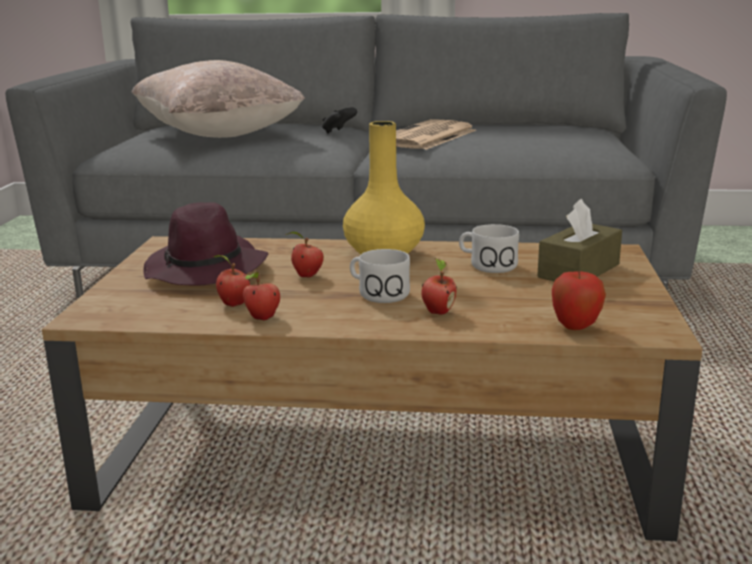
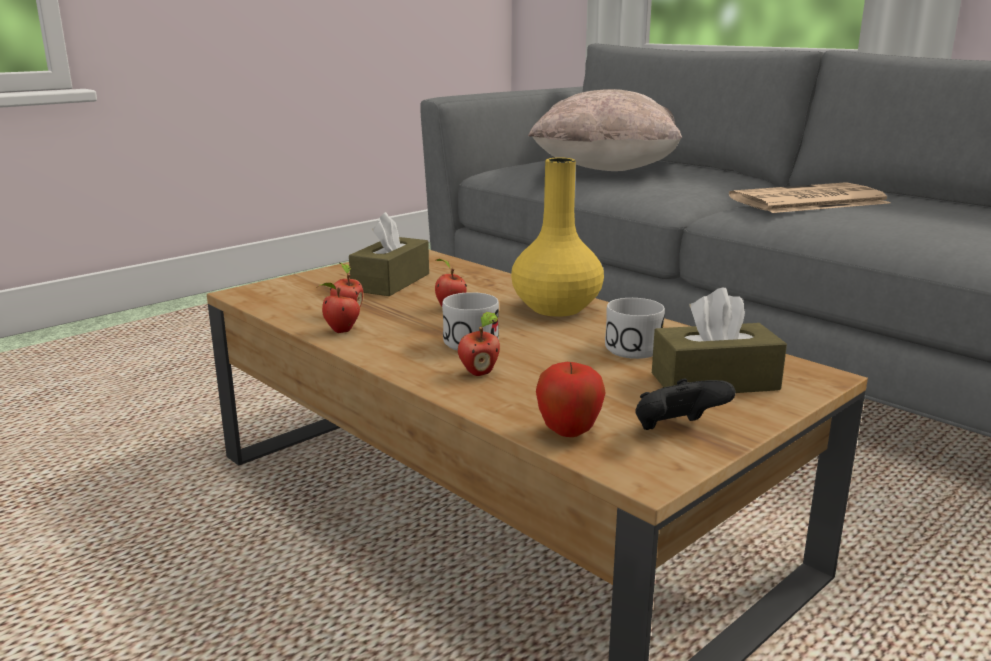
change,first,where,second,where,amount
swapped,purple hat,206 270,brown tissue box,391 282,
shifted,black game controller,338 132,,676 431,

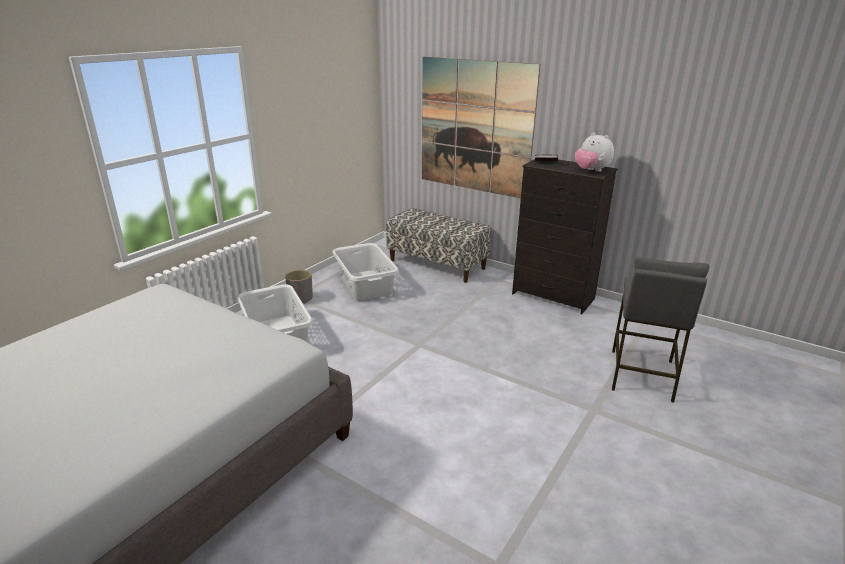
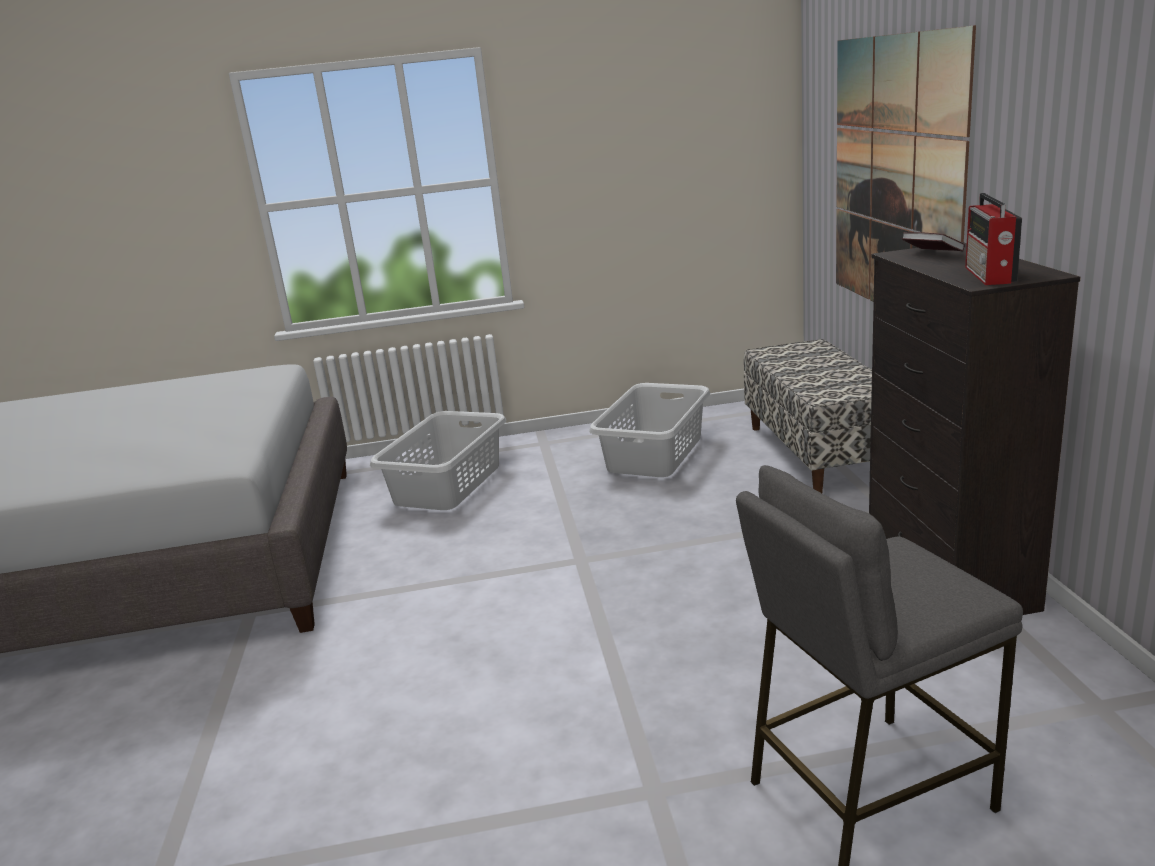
change,first,where,second,where,amount
swapped,plush toy,591 171,radio,989 275,
gone,grey planter,300 298,,,

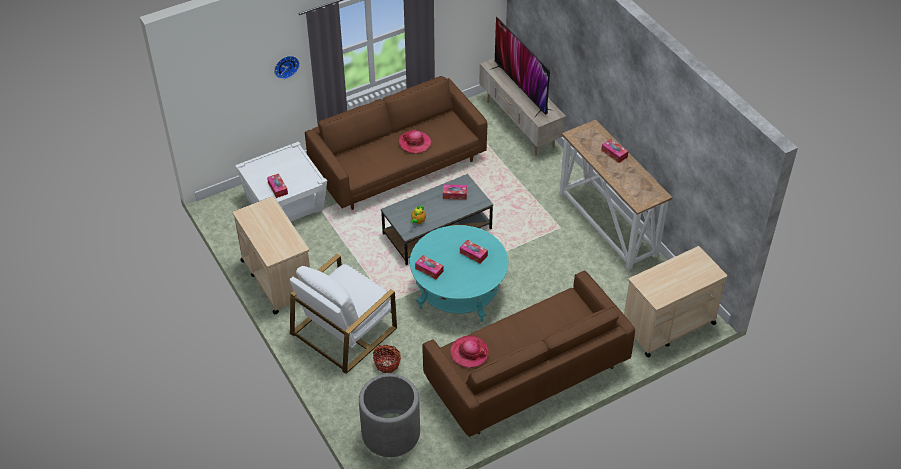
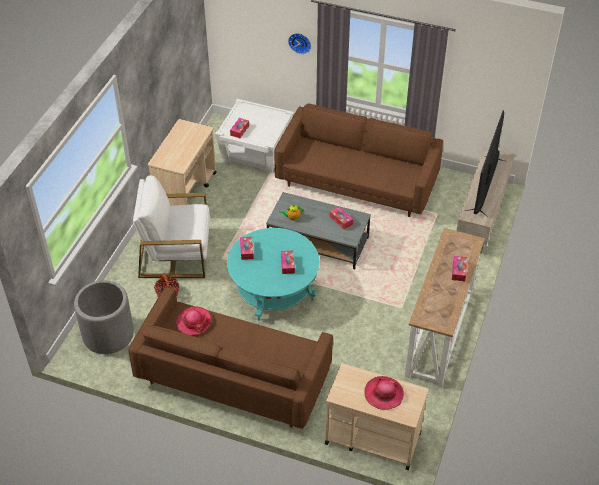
change,first,where,second,where,amount
shifted,hat,414 143,,383 394,

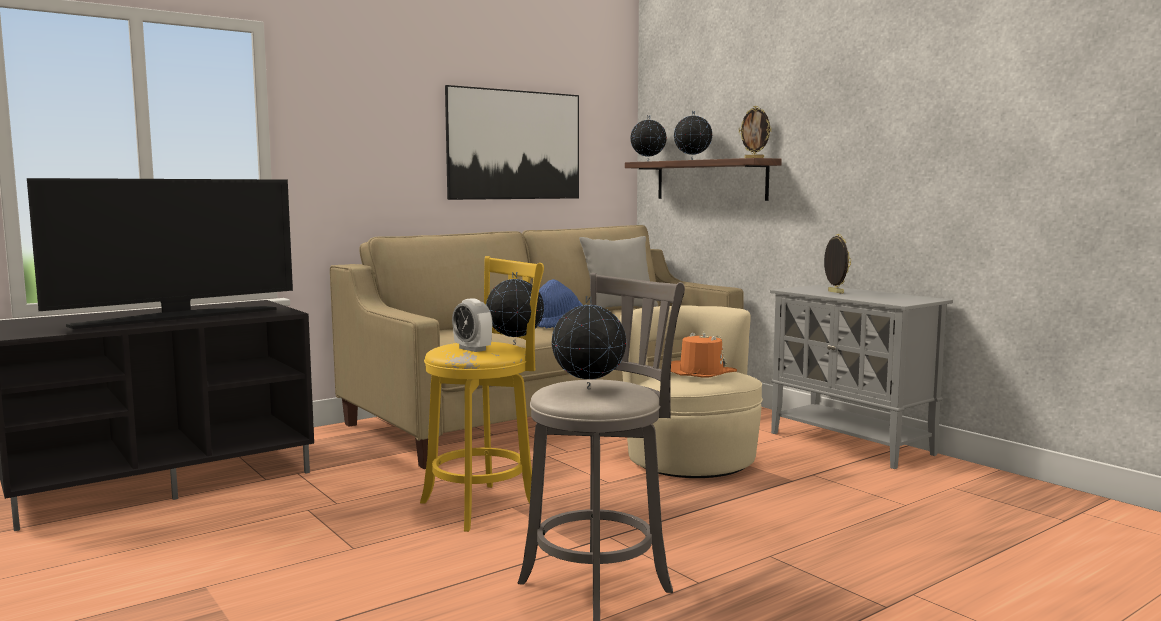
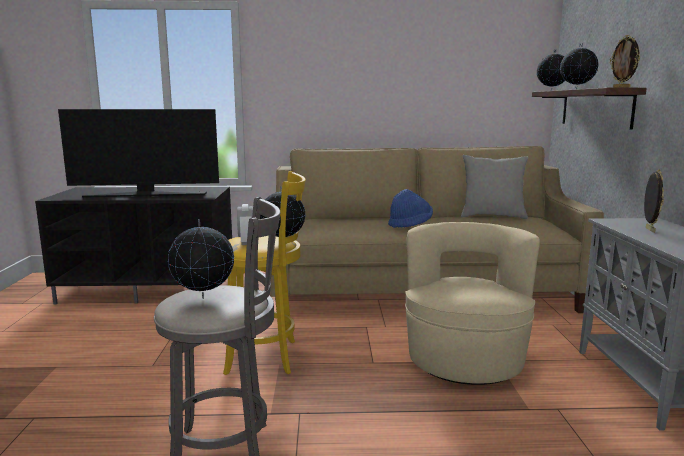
change,first,where,second,where,amount
gone,picture,515 145,,,
gone,orange hat,700 372,,,

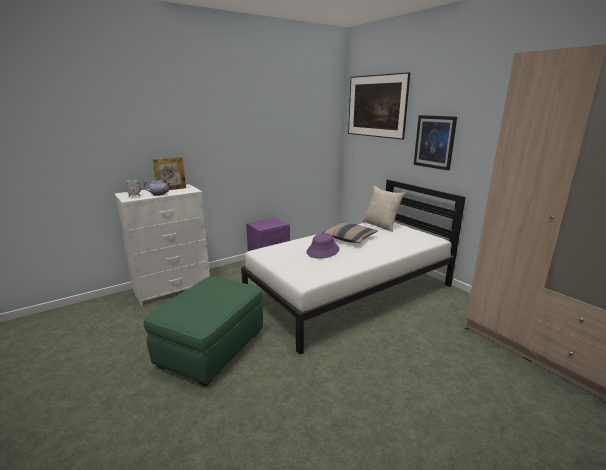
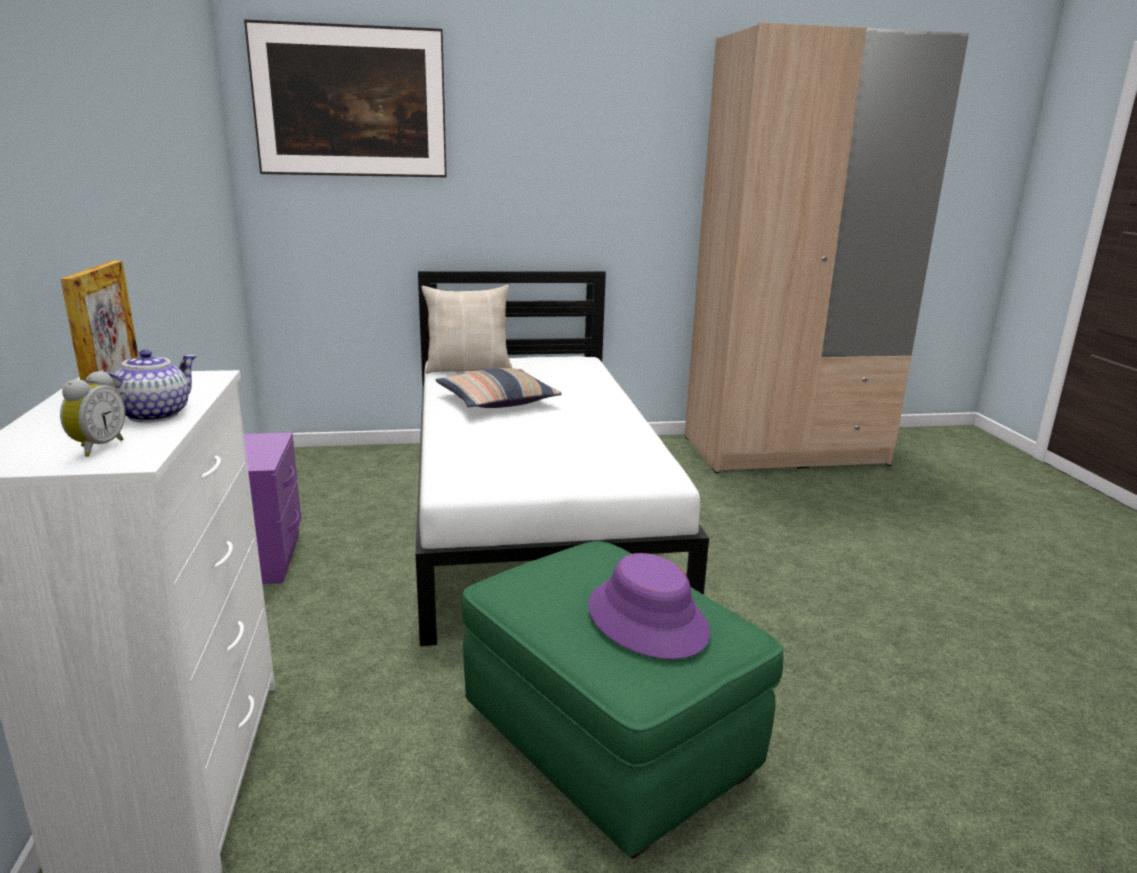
change,first,where,second,where,amount
shifted,purple hat,323 251,,648 619,
gone,picture,434 142,,,

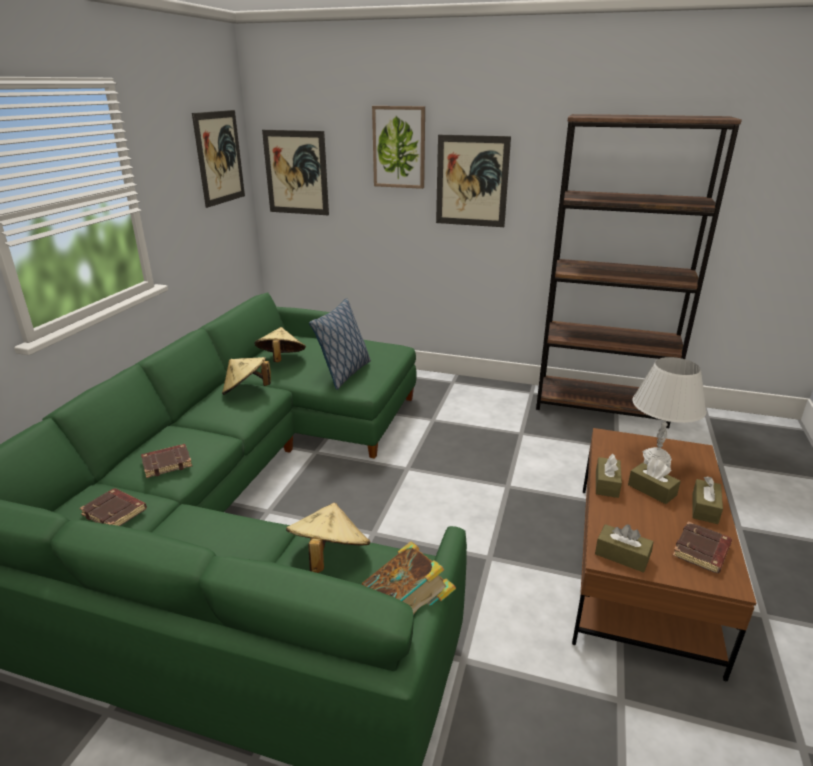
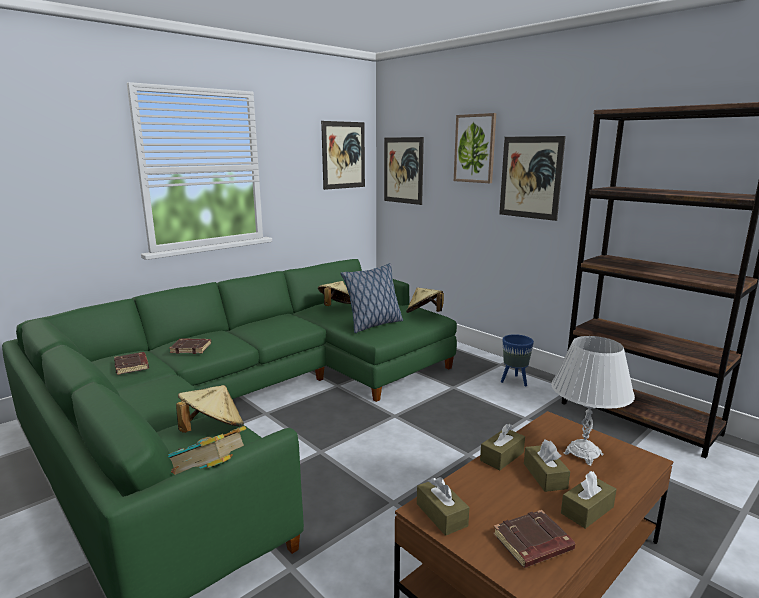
change,first,where,second,where,amount
shifted,beige hat,246 391,,424 314,
new,,,blue planter,514 381,

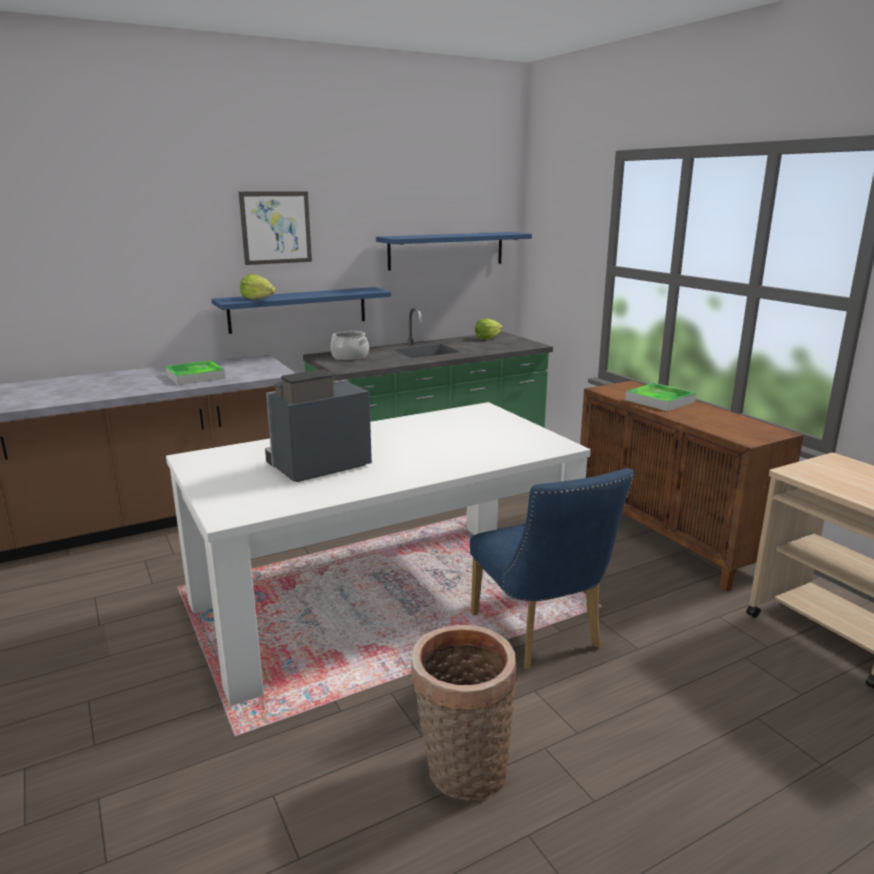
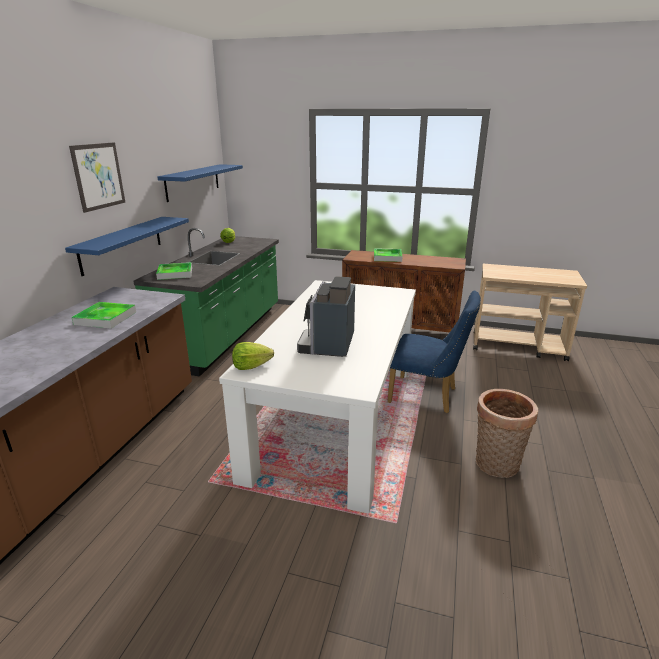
change,first,where,second,where,amount
swapped,cooking pot,350 357,tray,175 273,
shifted,lettuce,257 299,,251 366,

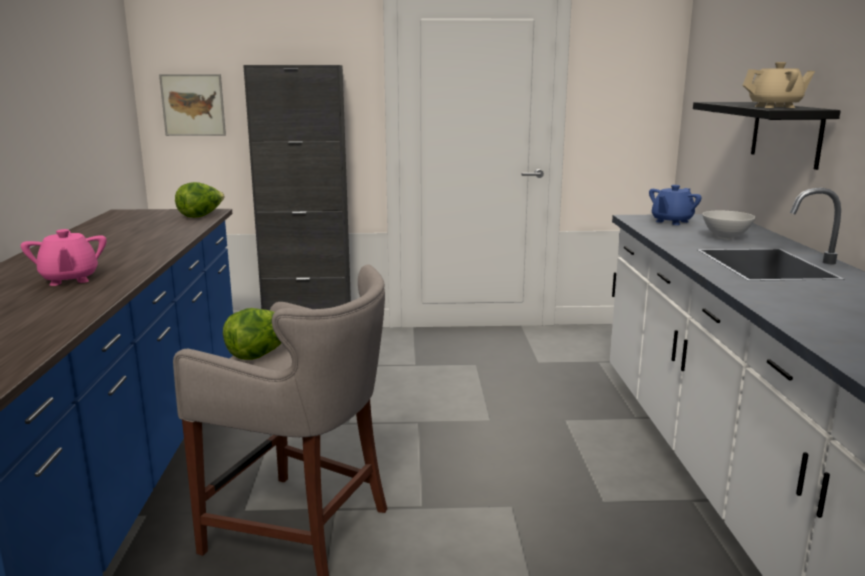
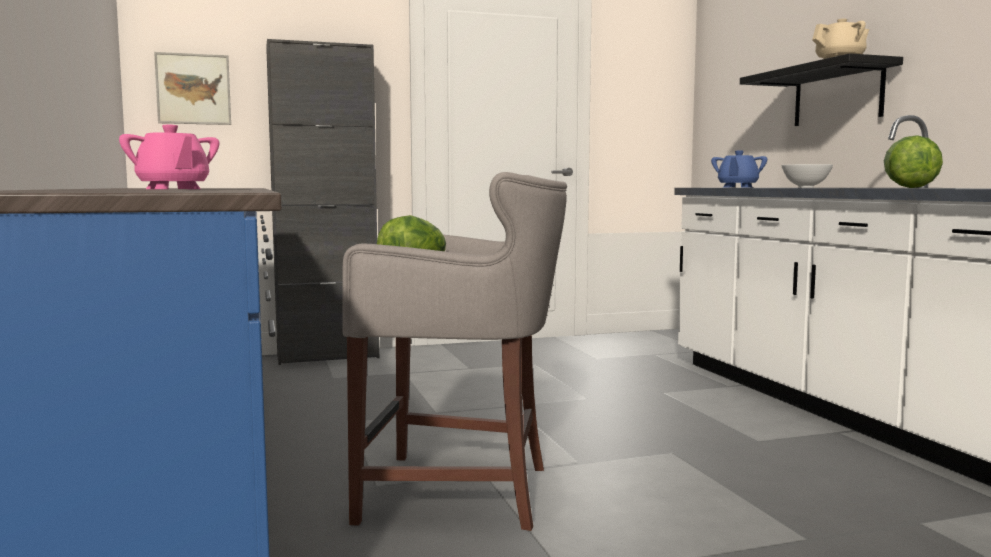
change,first,where,second,where,amount
shifted,lettuce,201 216,,909 188,

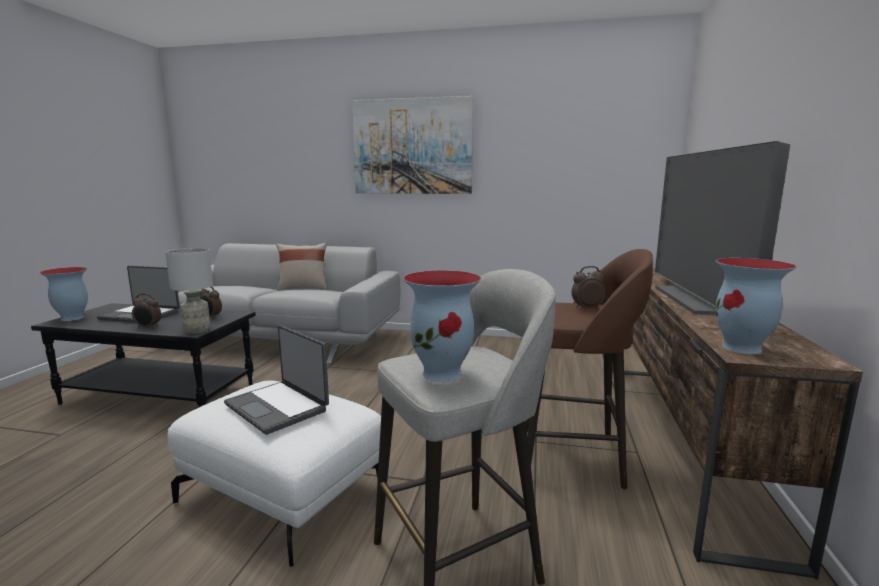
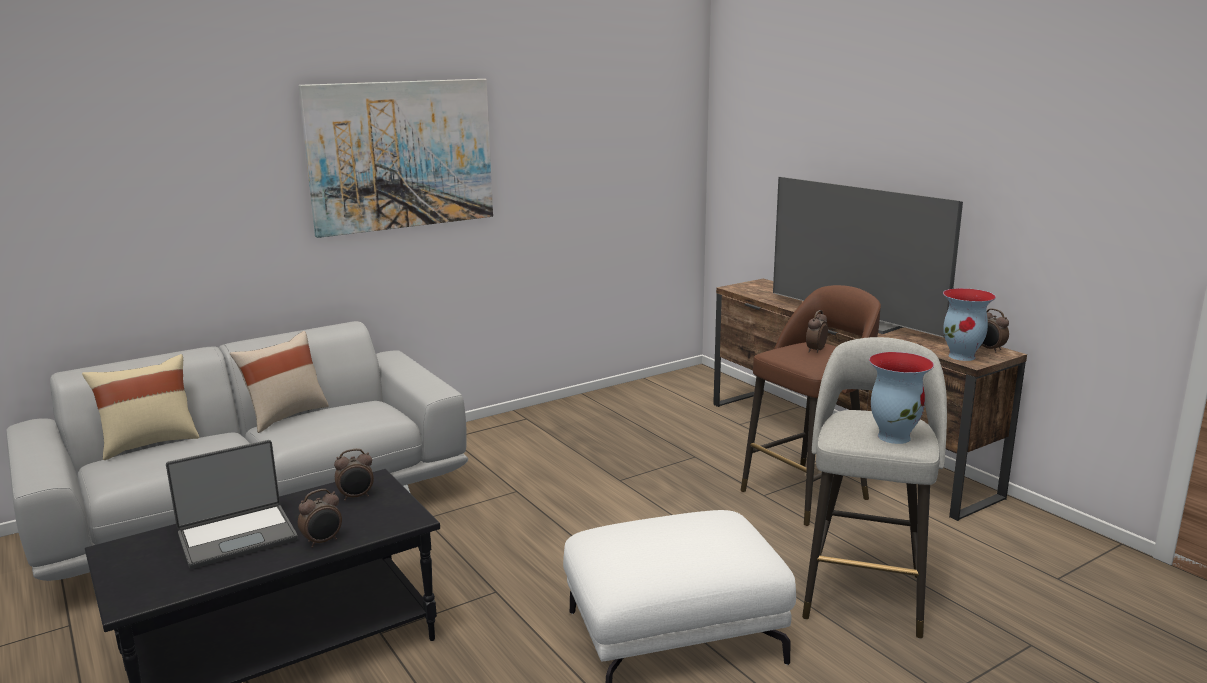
change,first,where,second,where,amount
new,,,beige pillow,149 443,
new,,,alarm clock,990 349,
gone,vase,72 318,,,
gone,grey table lamp,197 330,,,
gone,laptop,278 407,,,

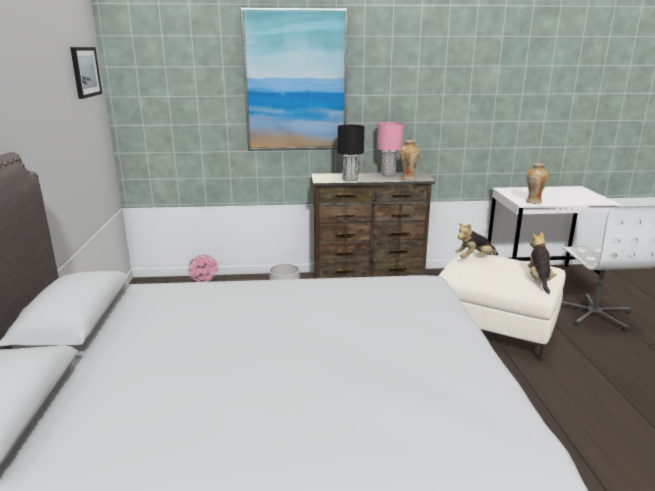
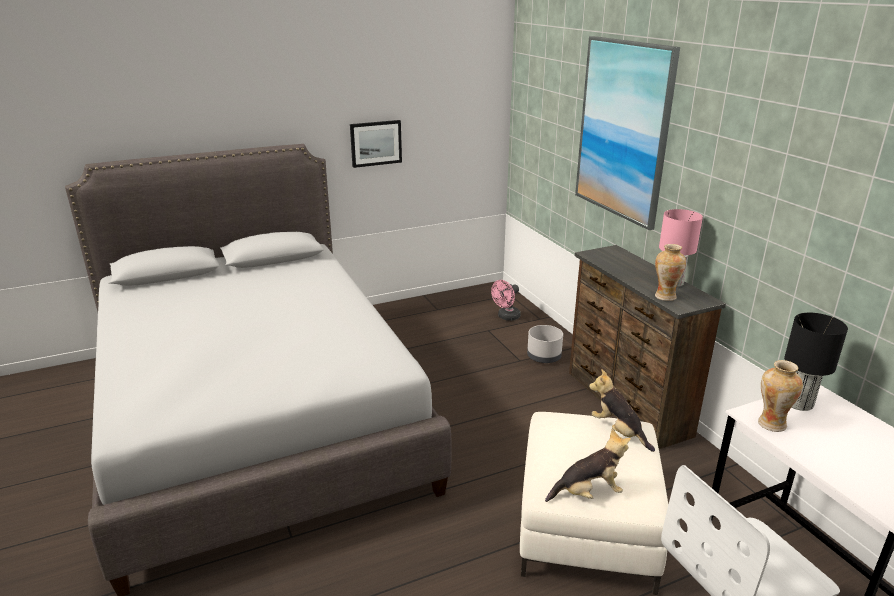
change,first,where,second,where,amount
shifted,picture,85 72,,376 143,
shifted,black table lamp,350 179,,799 403,

